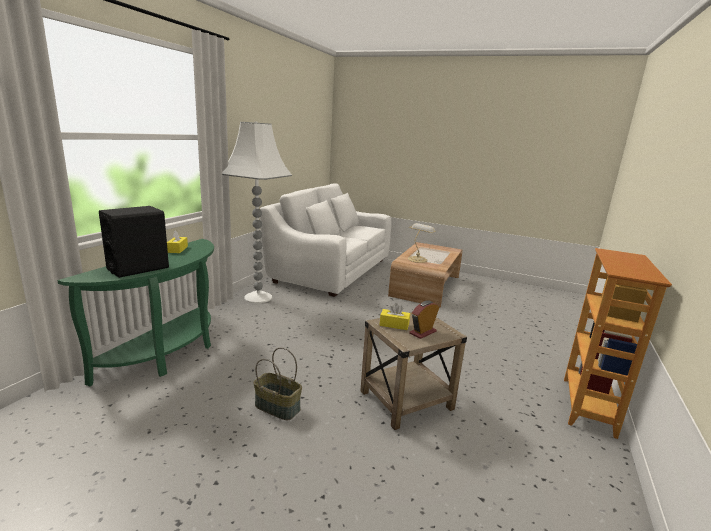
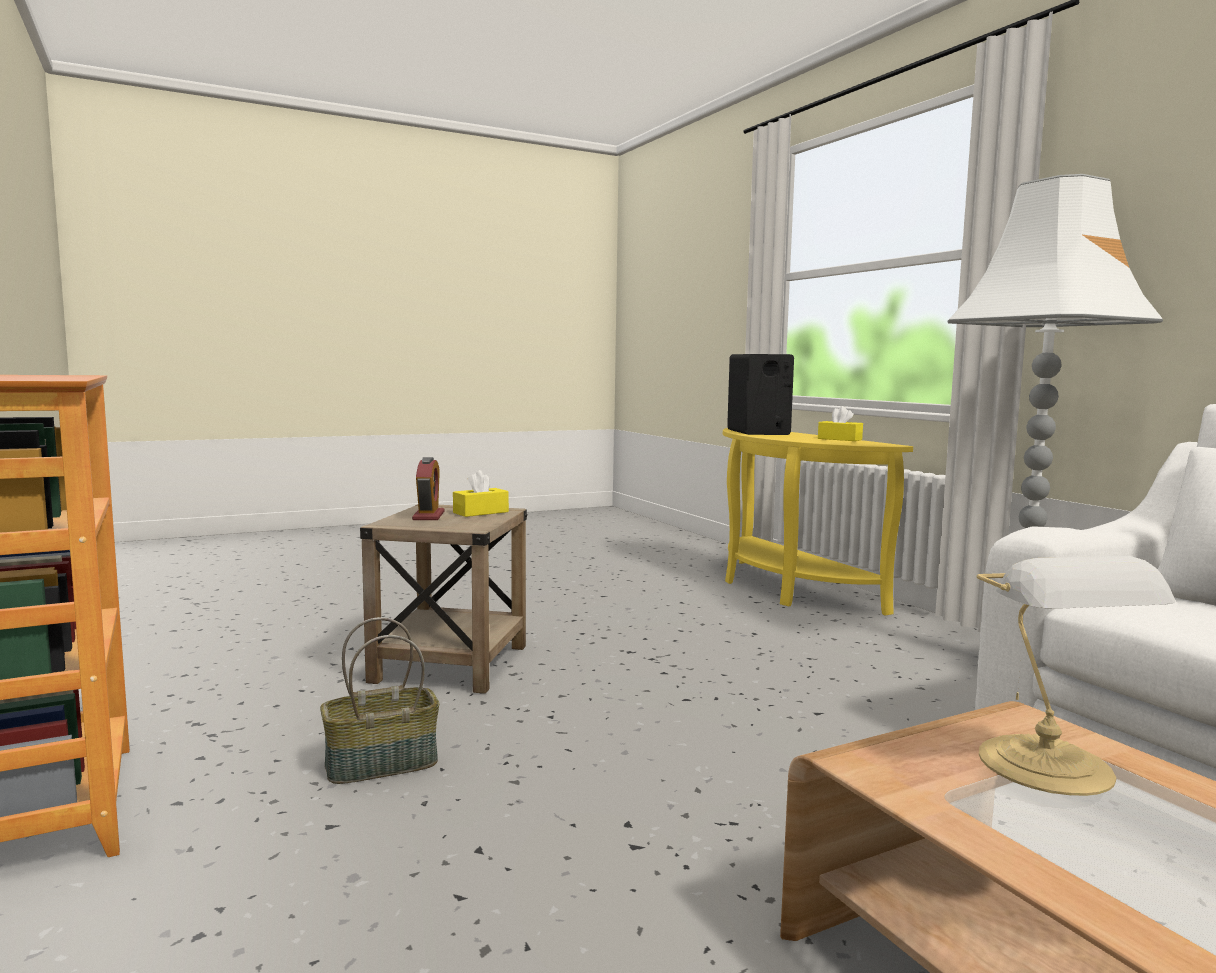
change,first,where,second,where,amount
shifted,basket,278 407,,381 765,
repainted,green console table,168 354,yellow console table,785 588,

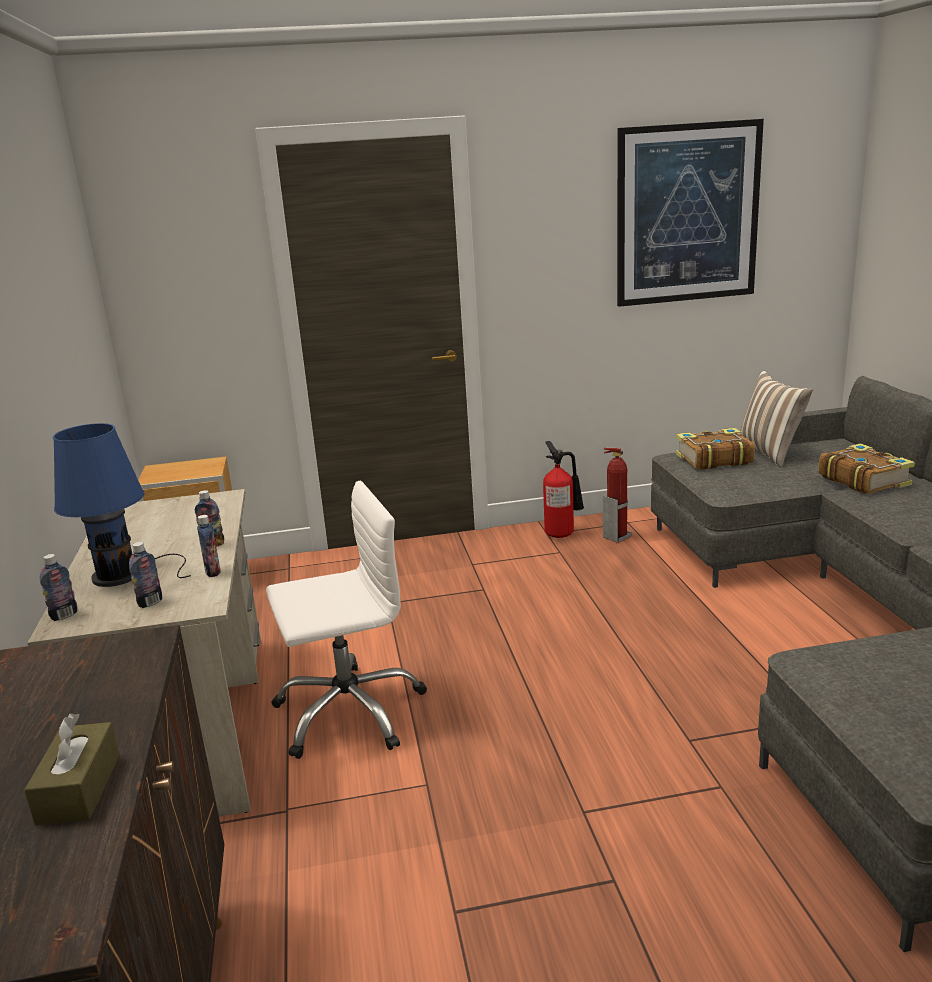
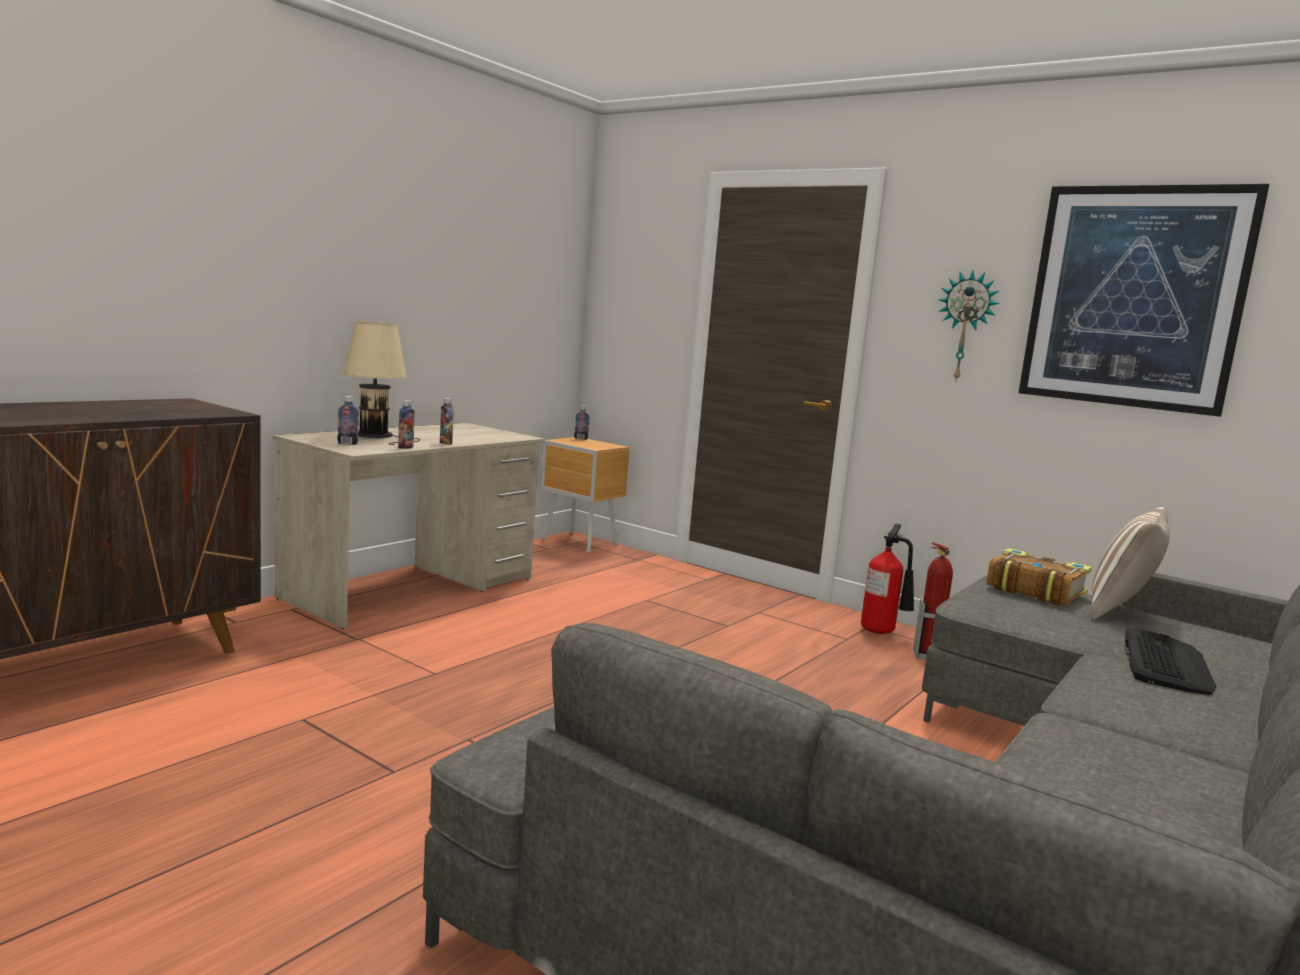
change,first,where,second,where,amount
repainted,blue table lamp,124 574,beige table lamp,377 436,
shifted,bottle,64 615,,581 439,
new,,,wall clock,965 326,
swapped,book,863 480,keyboard,1165 663,
gone,brown tissue box,79 789,,,
gone,white office chair,349 711,,,

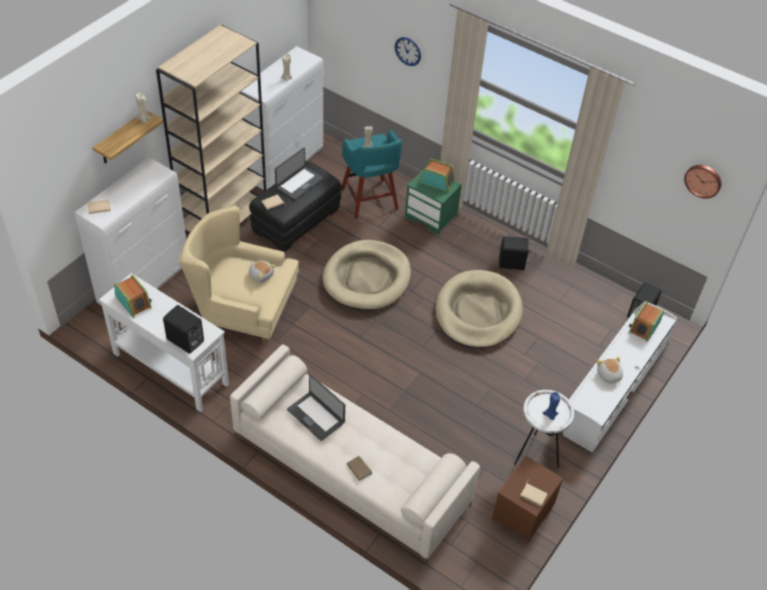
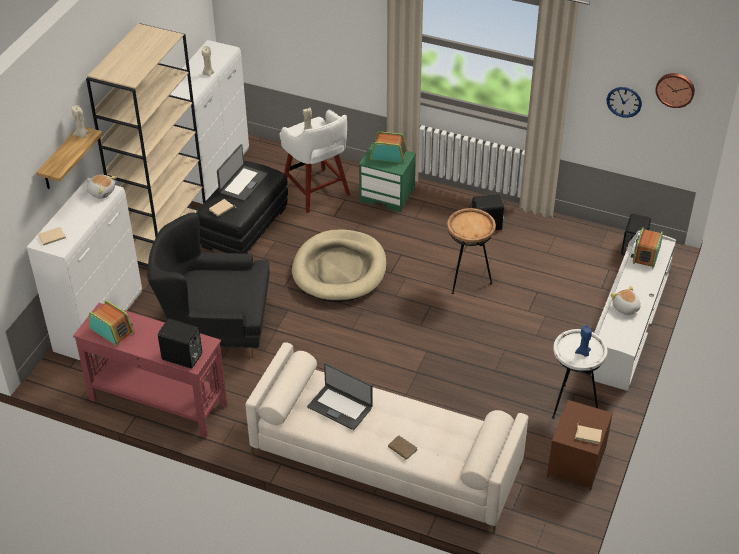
change,first,where,second,where,amount
repainted,white console table,170 368,red console table,157 401,
shifted,plush toy,261 275,,101 192,
repainted,beige armchair,242 309,black armchair,216 327,
repainted,turquoise stool,369 200,white stool,316 191,
swapped,beige dog bed,478 312,brown side table,467 280,
shifted,wall clock,408 51,,624 102,

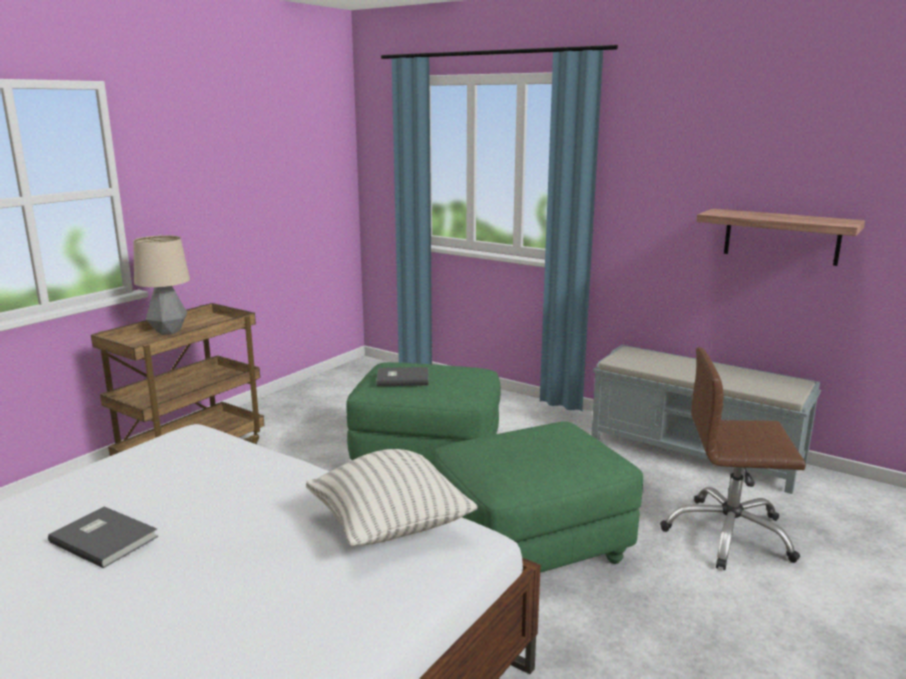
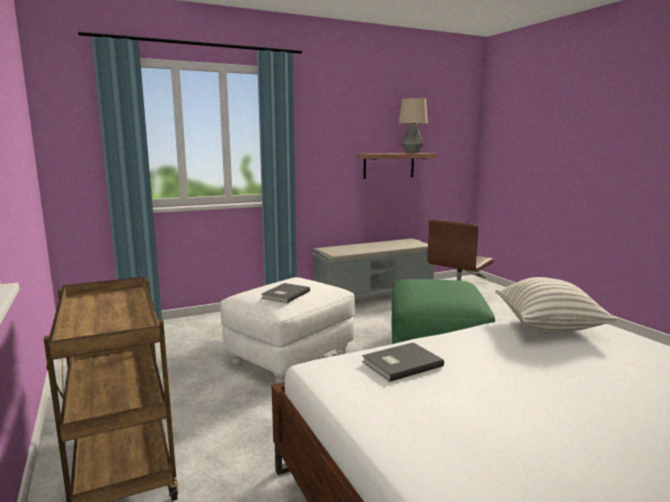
change,first,where,second,where,amount
repainted,green ottoman,427 459,white ottoman,290 358,
shifted,grey book,105 538,,400 363,
shifted,table lamp,169 331,,412 153,

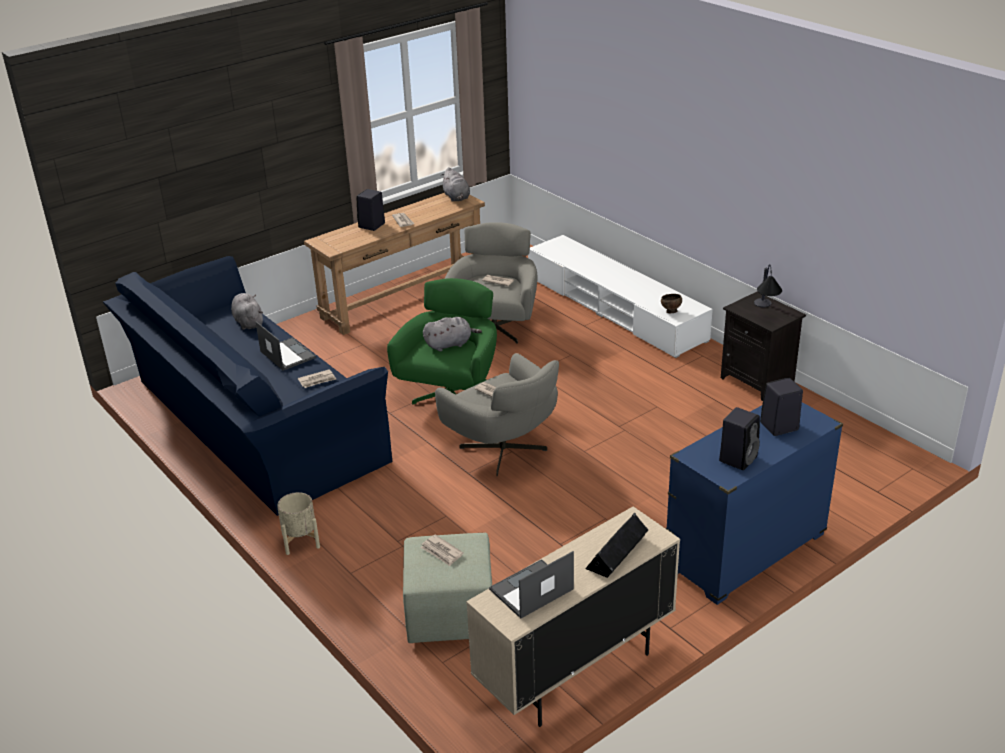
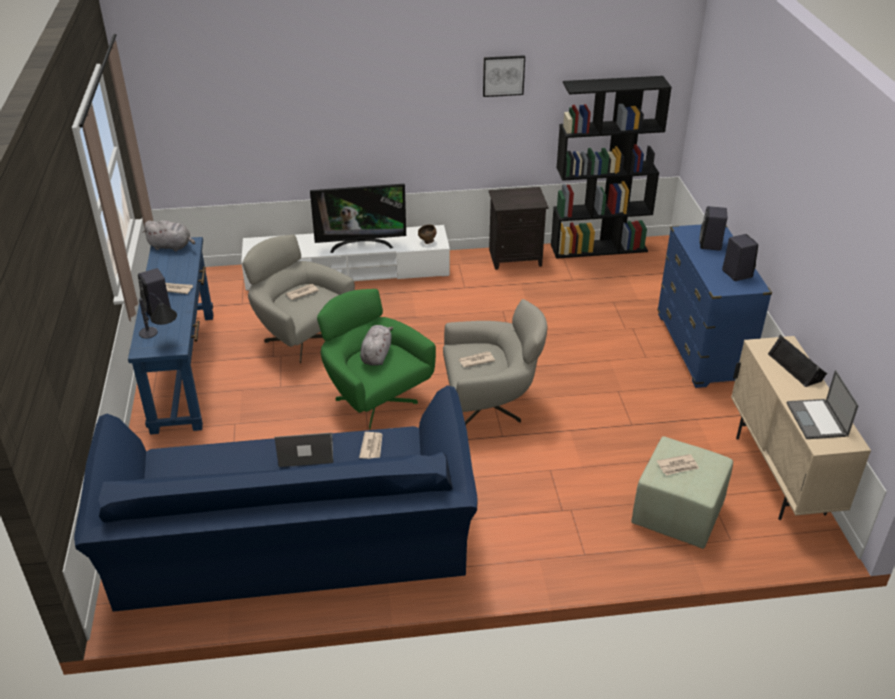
change,first,where,second,where,amount
repainted,brown console table,403 298,blue console table,184 370,
shifted,table lamp,765 312,,161 339,
new,,,television,360 244,
new,,,picture,503 75,
new,,,black bookcase,599 248,
gone,grey plush toy,248 322,,,
gone,beige planter,301 541,,,

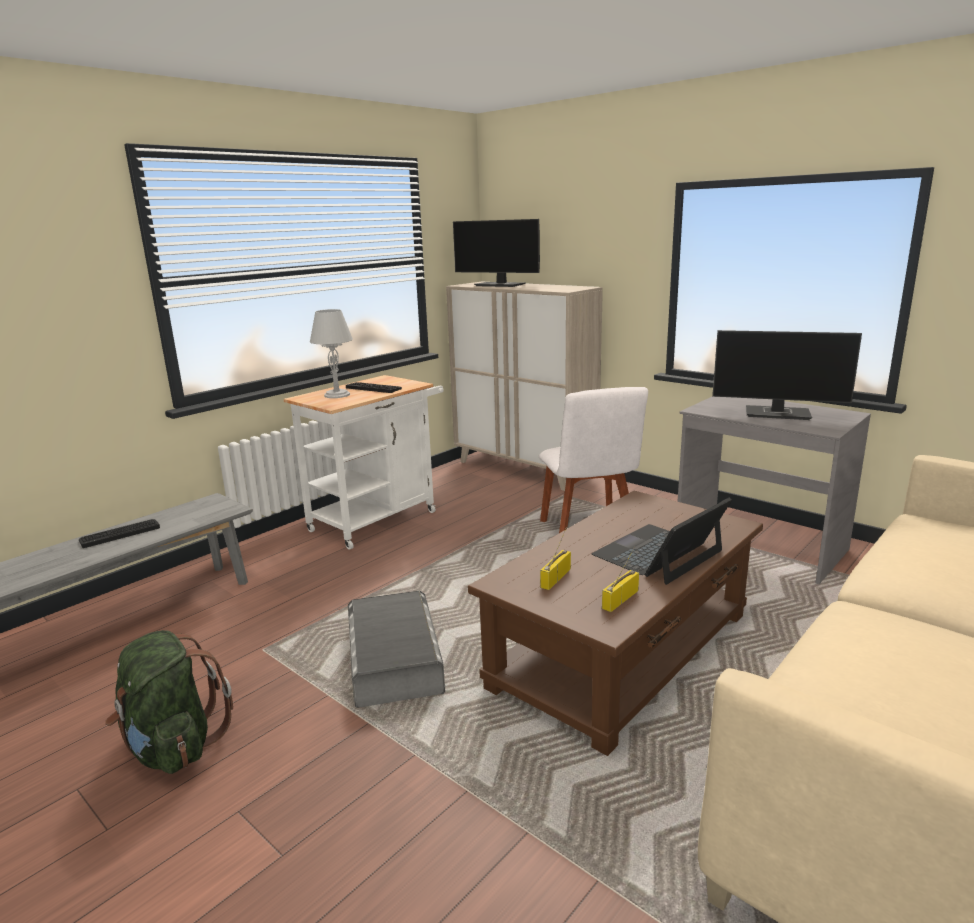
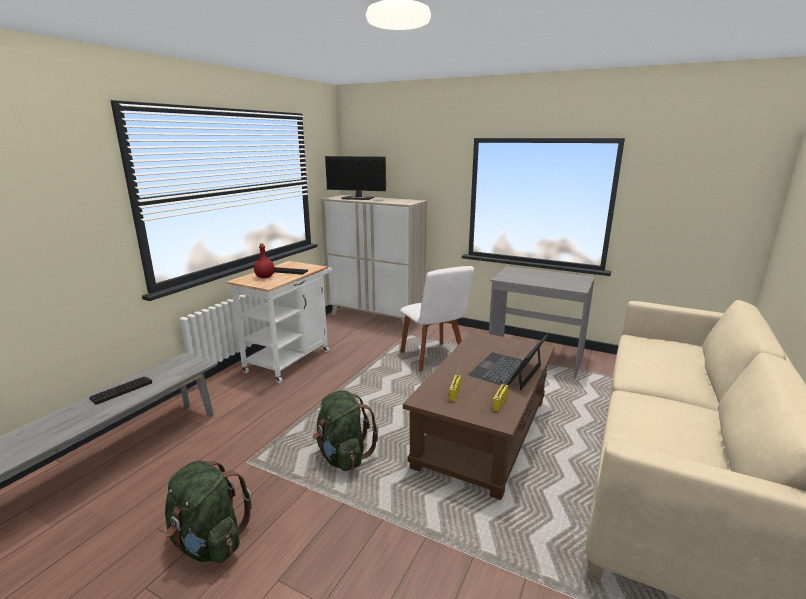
change,first,where,second,where,amount
swapped,grey table lamp,337 395,red bottle,264 277,
swapped,grey storage box,394 659,green backpack,343 456,
gone,monitor,779 413,,,

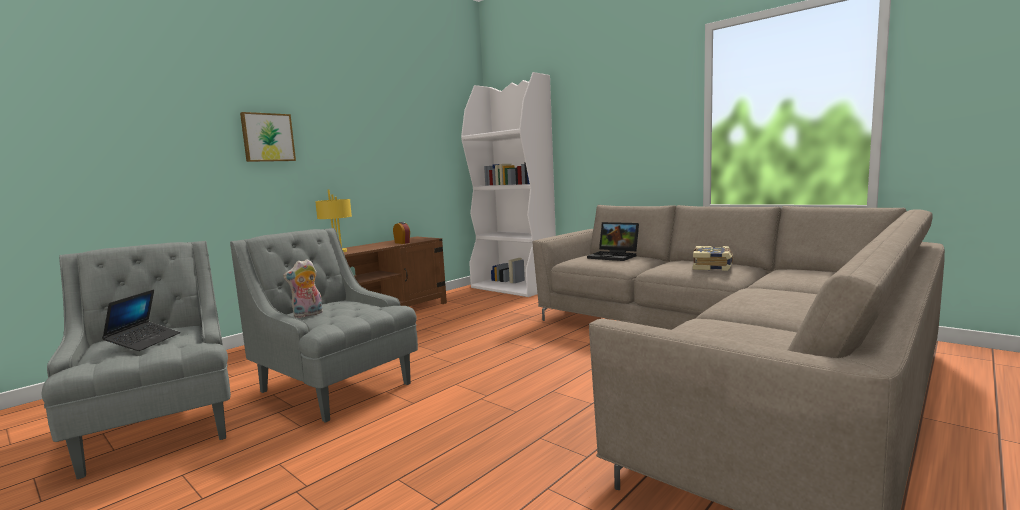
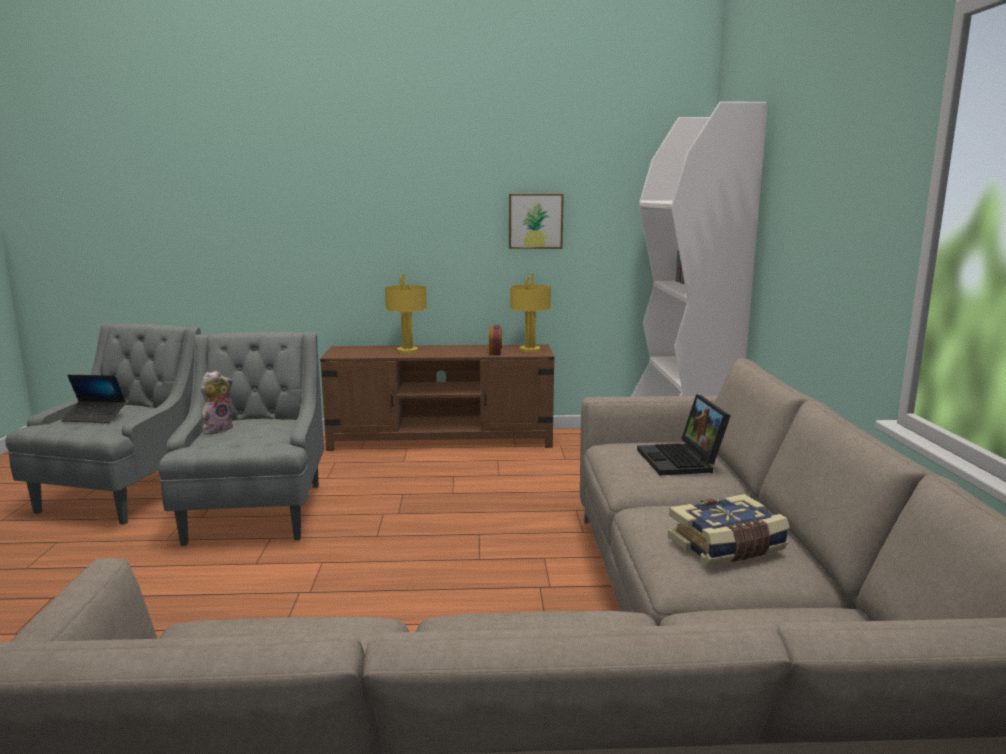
change,first,where,second,where,amount
rotated,laptop,144 342,,95 417,45 degrees clockwise
rotated,plush toy,308 315,,218 429,120 degrees clockwise
shifted,picture,267 137,,535 221,
new,,,yellow table lamp,530 350,

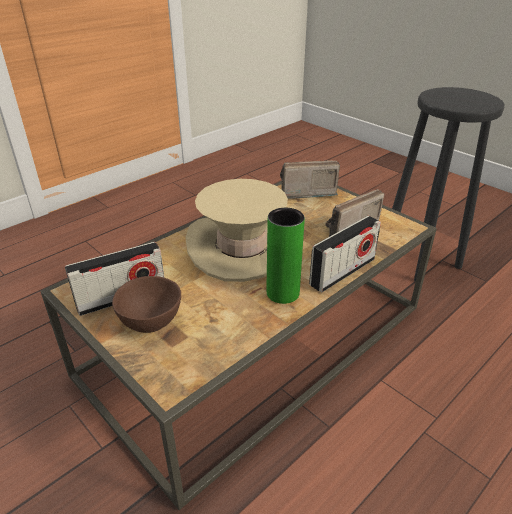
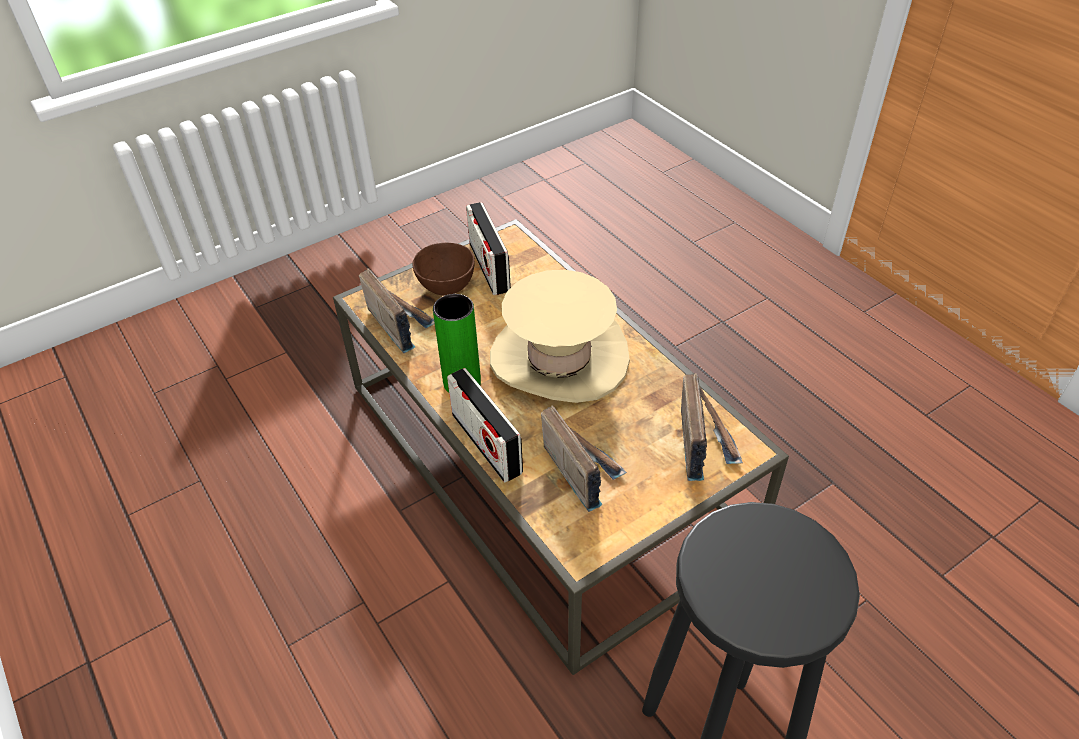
change,first,where,second,where,amount
new,,,radio,400 323,

